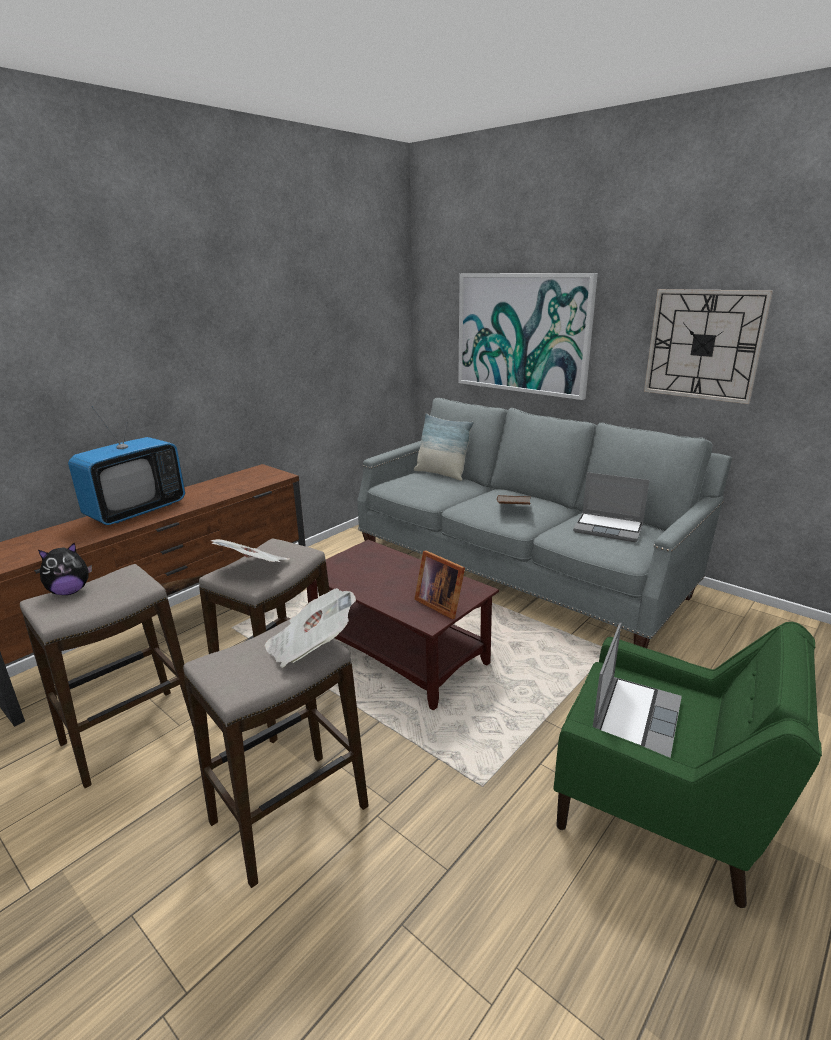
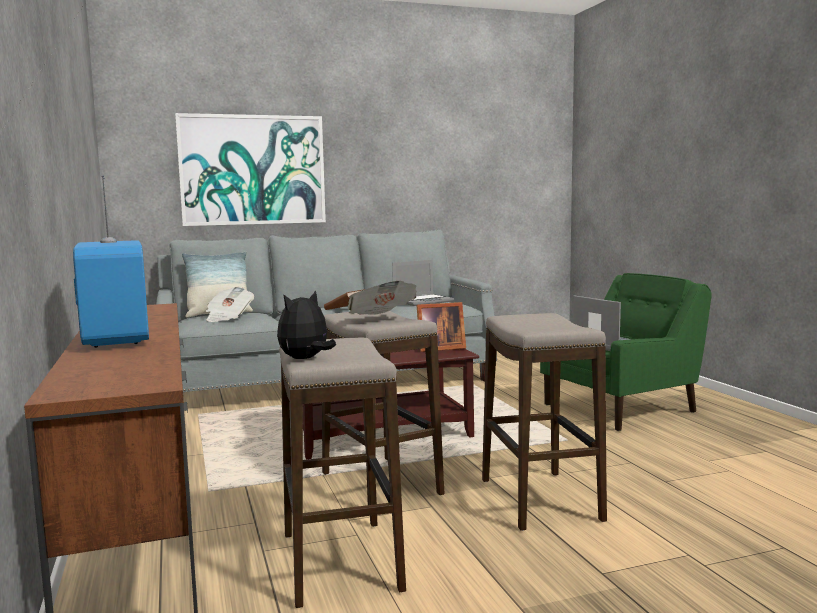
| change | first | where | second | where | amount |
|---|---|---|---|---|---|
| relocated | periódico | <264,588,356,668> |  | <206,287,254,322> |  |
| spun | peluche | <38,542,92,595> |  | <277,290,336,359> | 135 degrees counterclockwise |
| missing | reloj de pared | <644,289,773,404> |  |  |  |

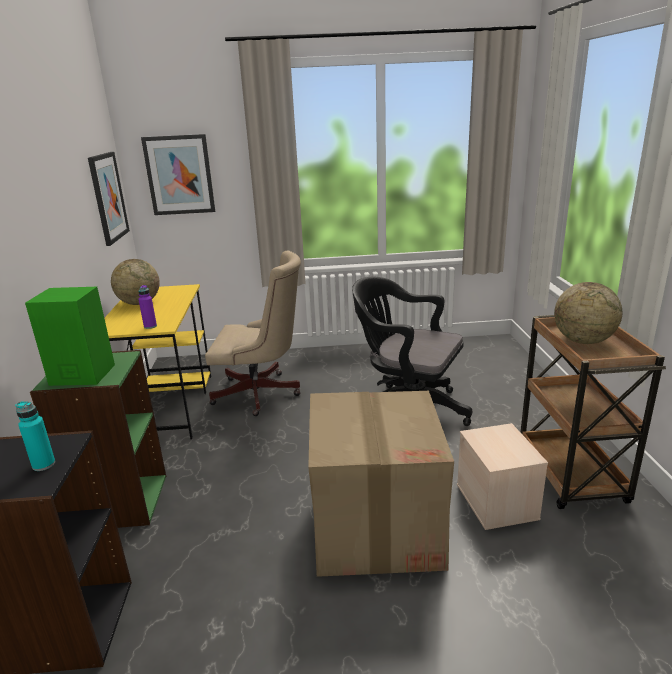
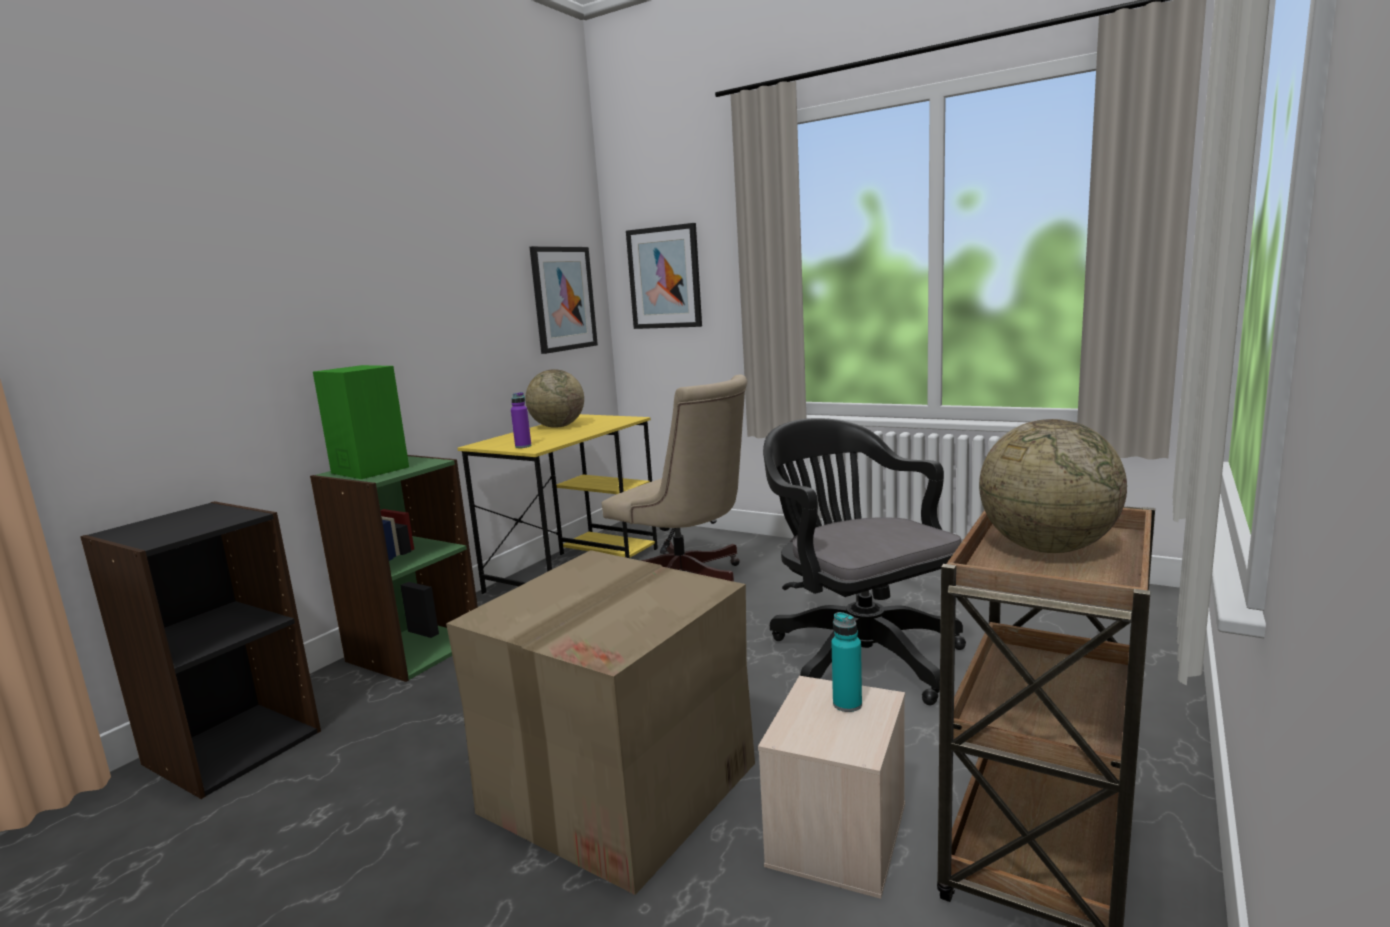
| change | first | where | second | where | amount |
|---|---|---|---|---|---|
| relocated | botella/turquesa | <15,401,55,471> |  | <831,612,862,712> |  |

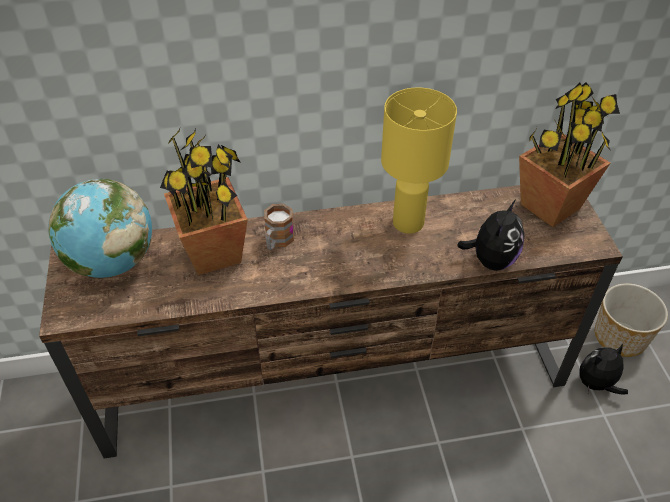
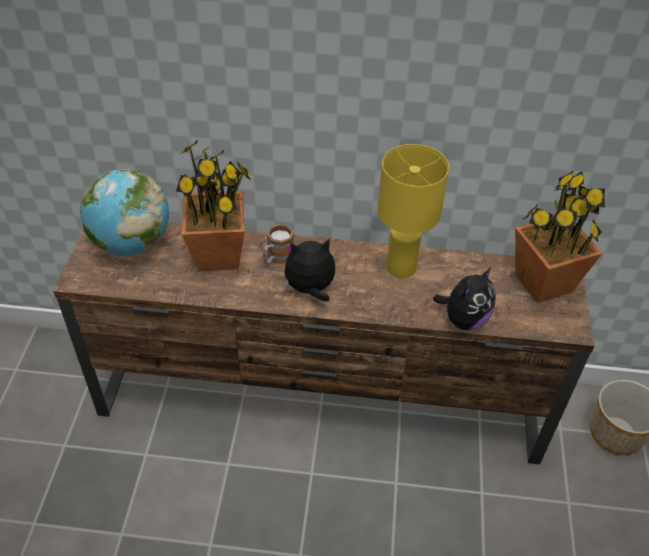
| change | first | where | second | where | amount |
|---|---|---|---|---|---|
| relocated | peluche | <579,344,628,395> |  | <282,238,335,301> |  |

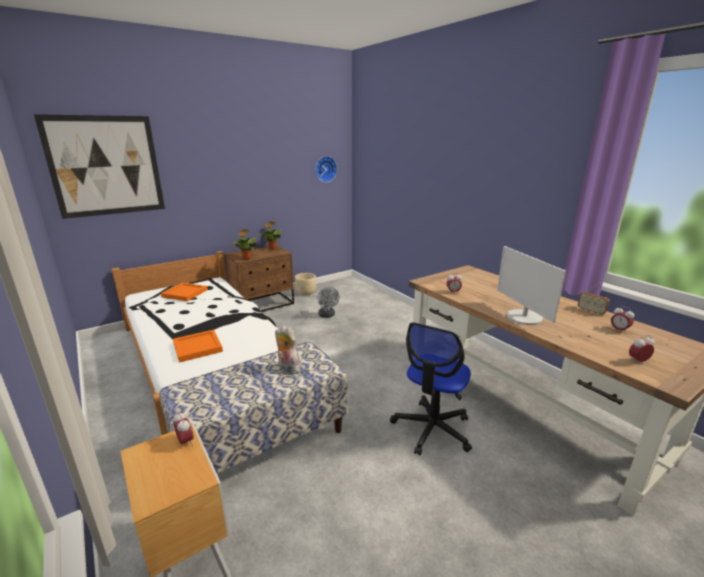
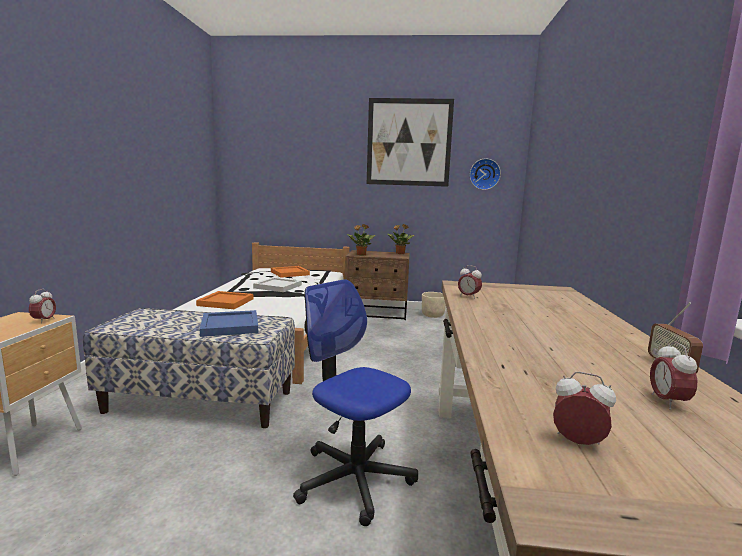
| change | first | where | second | where | amount |
|---|---|---|---|---|---|
| exchanged | peluche | <275,325,300,374> | bandeja/azul | <200,310,258,337> |  |
| appeared |  |  | bandeja/blanco | <253,277,302,292> |  |
| spun | silla de oficina | <390,322,472,456> |  | <293,279,418,526> | 60 degrees clockwise |
| relocated | cuadro | <34,114,165,219> |  | <367,98,454,187> |  |
| missing | ventilador/gris | <317,287,339,318> |  |  |  |
| missing | monitor | <497,246,566,325> |  |  |  |

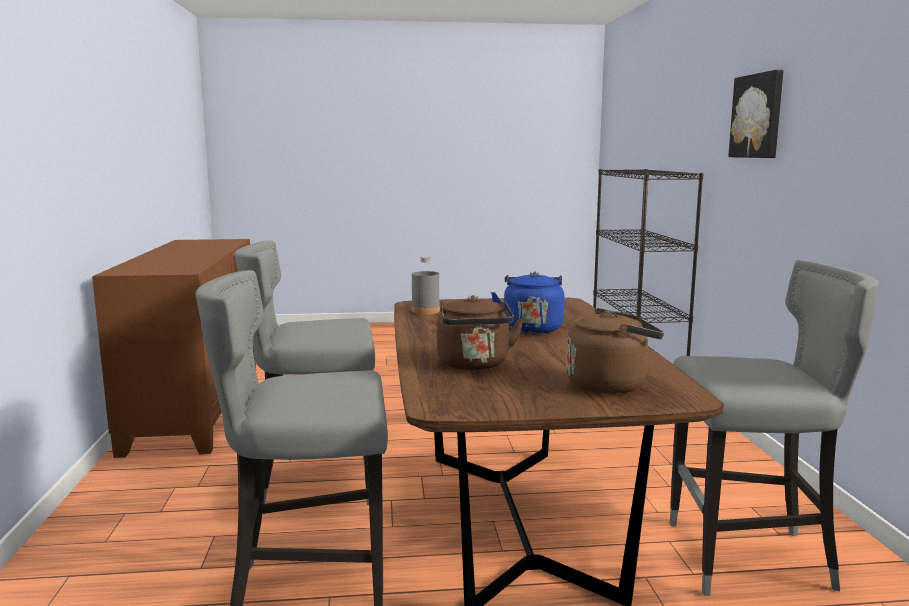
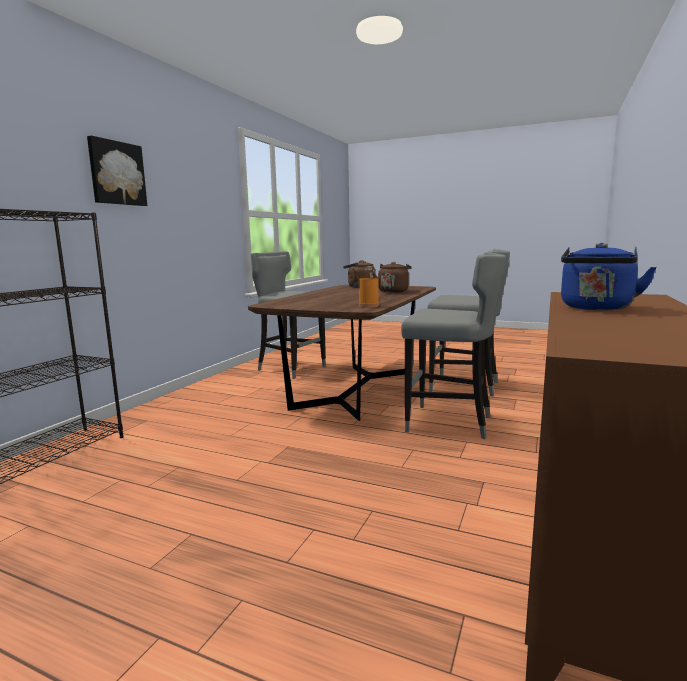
| change | first | where | second | where | amount |
|---|---|---|---|---|---|
| colour | botella/gris | <412,257,440,314> | botella/naranja | <359,267,379,308> |  |
| relocated | hervidor/azul | <491,272,565,334> |  | <561,243,657,310> |  |

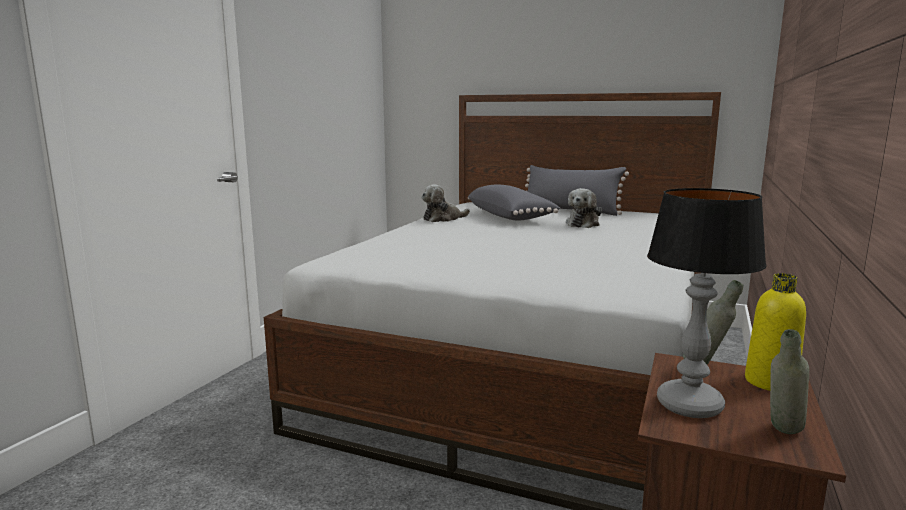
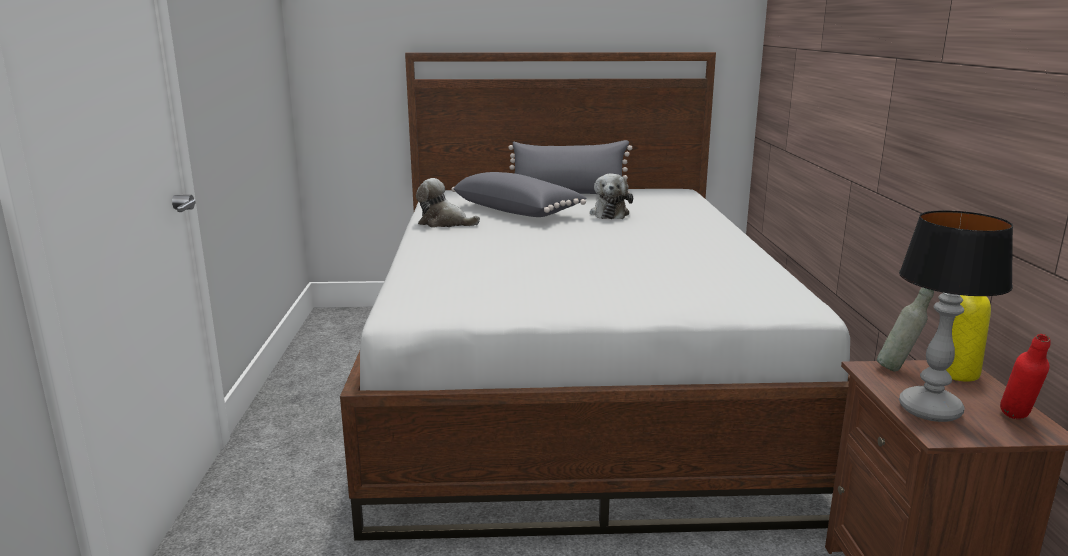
| change | first | where | second | where | amount |
|---|---|---|---|---|---|
| spun | peluche | <422,184,470,222> |  | <416,178,480,227> | 75 degrees clockwise |
| colour | botella/gris | <770,329,809,434> | botella/rojo | <1000,334,1051,419> |  |

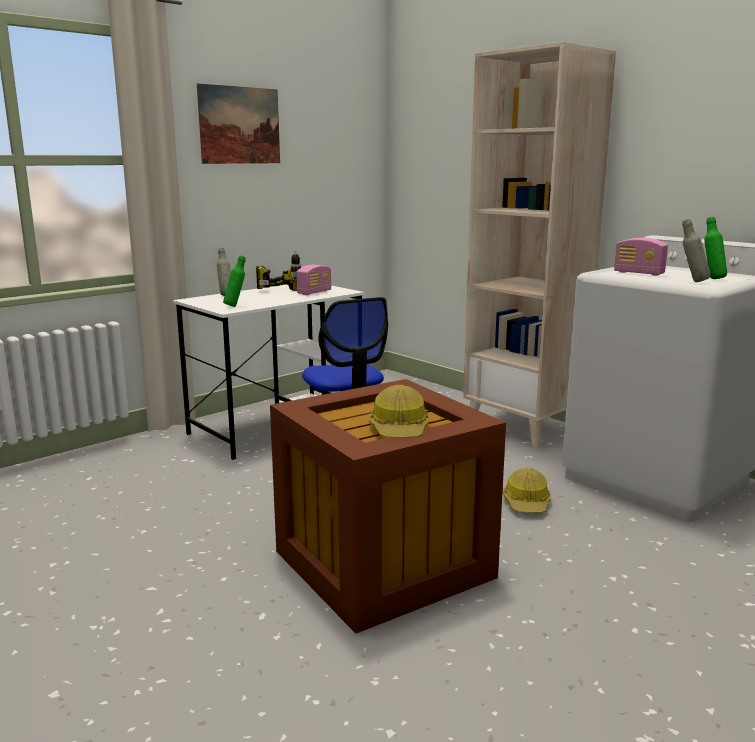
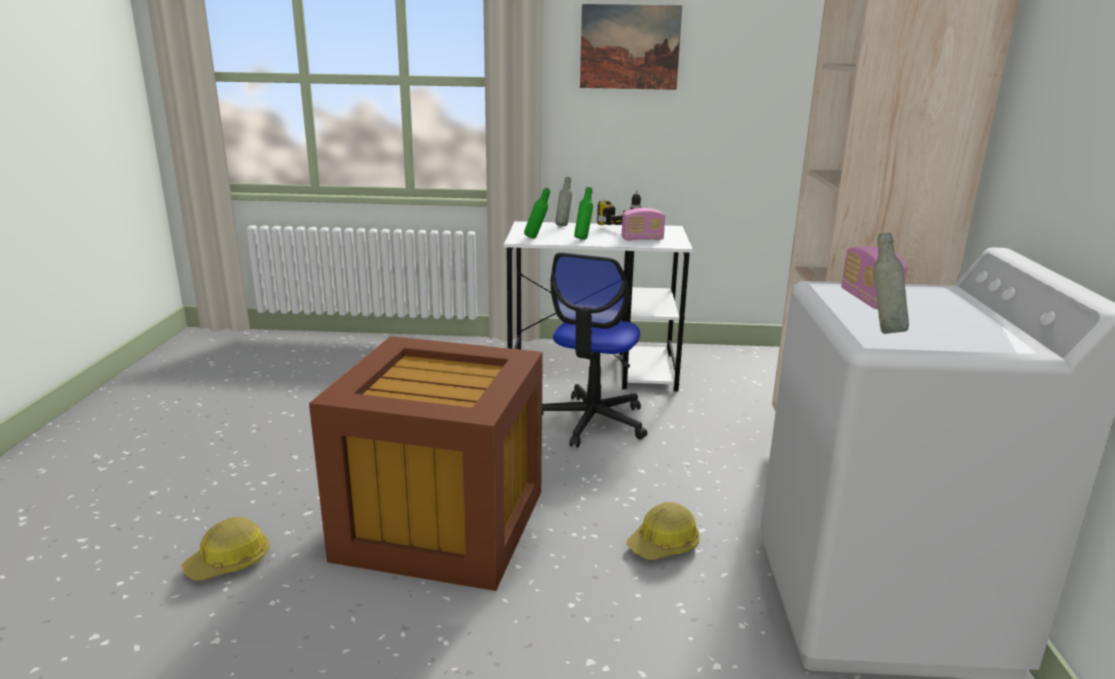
| change | first | where | second | where | amount |
|---|---|---|---|---|---|
| relocated | casco | <369,385,429,438> |  | <181,517,269,581> |  |
| relocated | botella/verde | <704,217,727,279> |  | <574,187,593,240> |  |

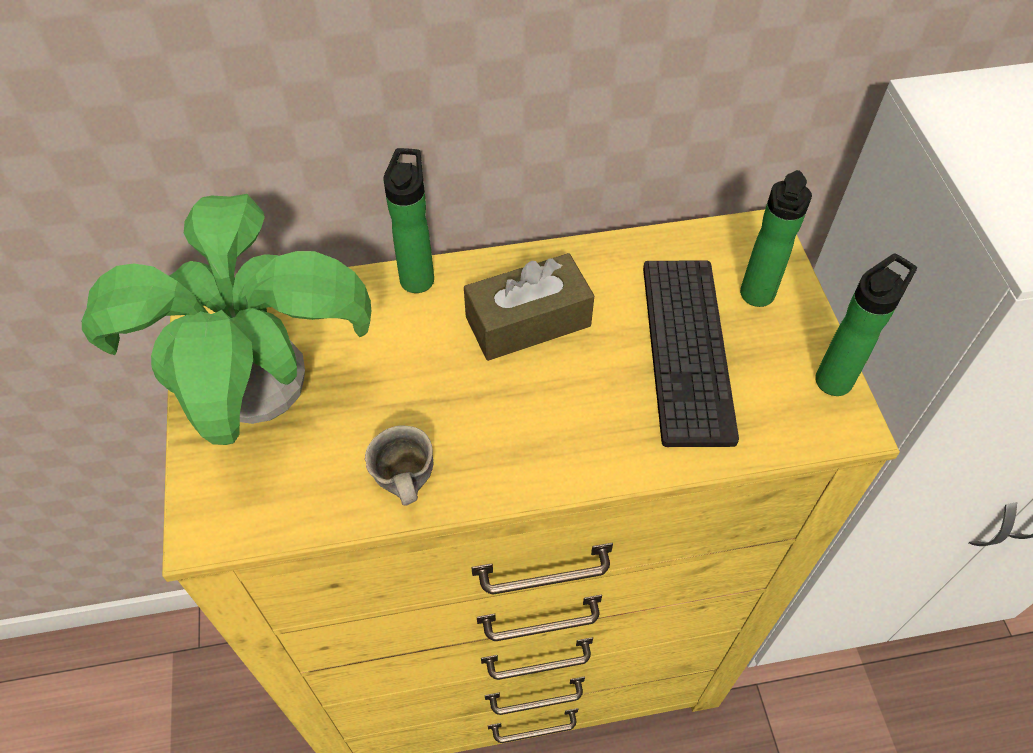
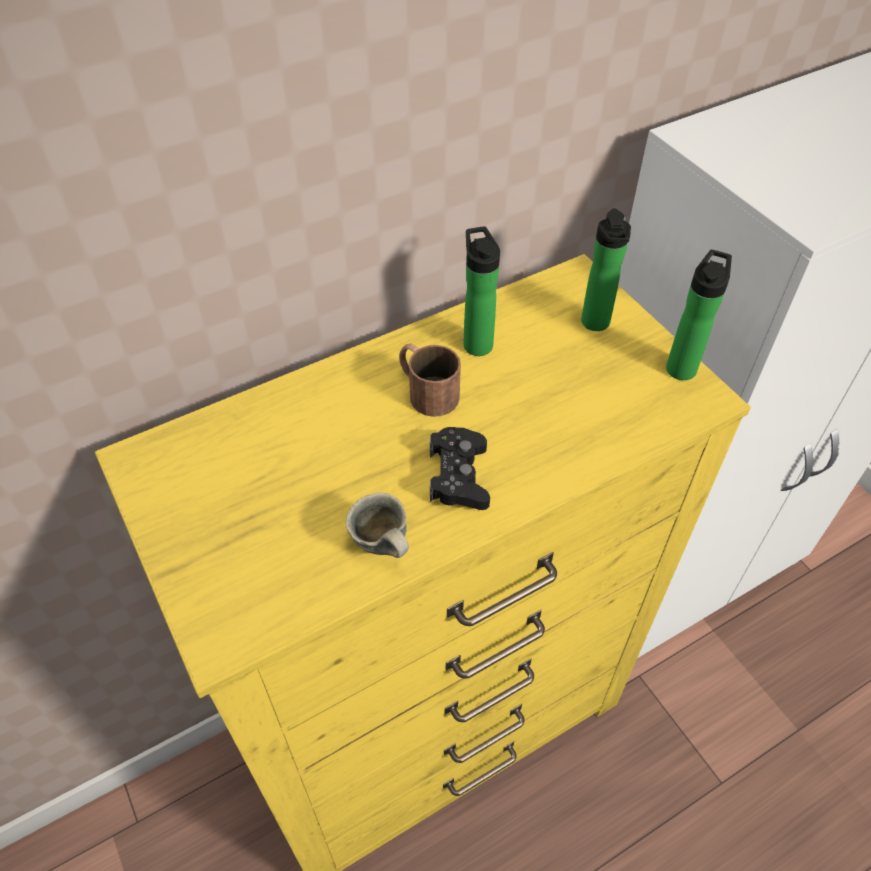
| change | first | where | second | where | amount |
|---|---|---|---|---|---|
| exchanged | caja de pañuelos/marrón | <464,253,594,361> | taza grande/marrón | <399,344,461,417> |  |
| appeared |  |  | mando de consola/negro | <430,427,490,510> |  |
| relocated | botella | <384,148,434,293> |  | <463,227,500,356> |  |
| missing | planta en maceta | <82,194,371,445> |  |  |  |
| missing | teclado | <643,261,739,447> |  |  |  |

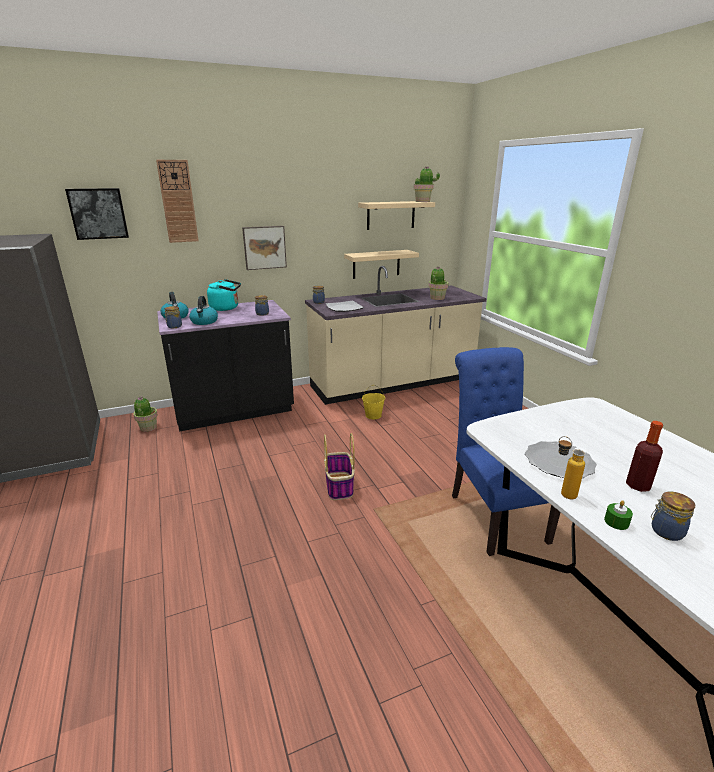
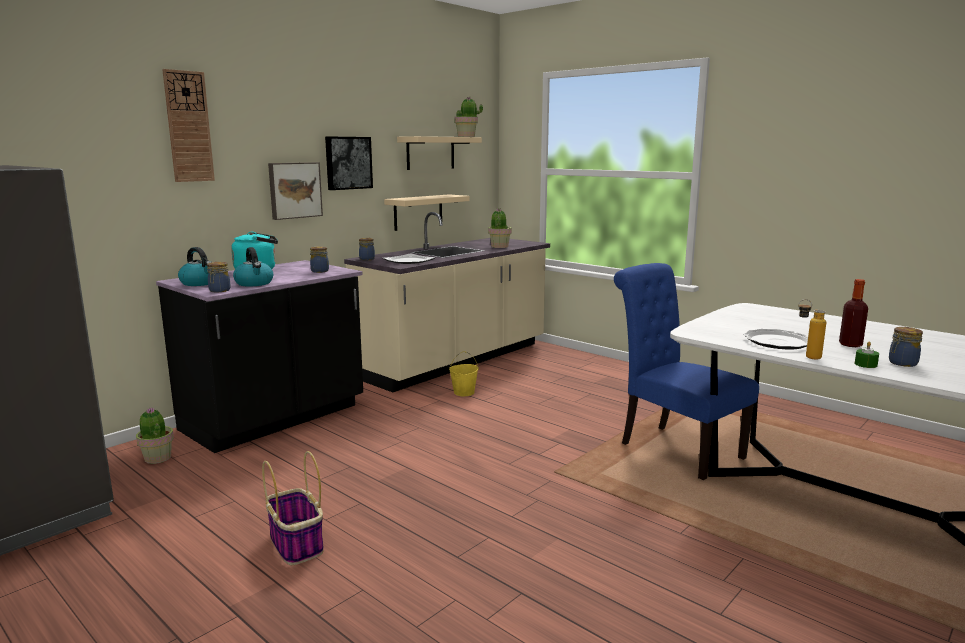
| change | first | where | second | where | amount |
|---|---|---|---|---|---|
| relocated | cesta | <324,433,355,500> |  | <262,451,324,565> |  |
| relocated | cuadro | <65,188,129,240> |  | <325,136,373,190> |  |

